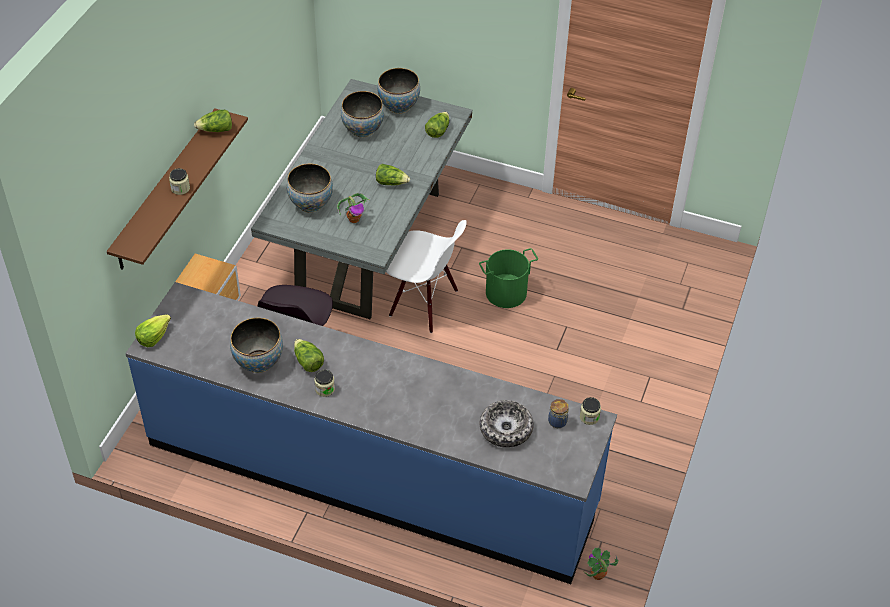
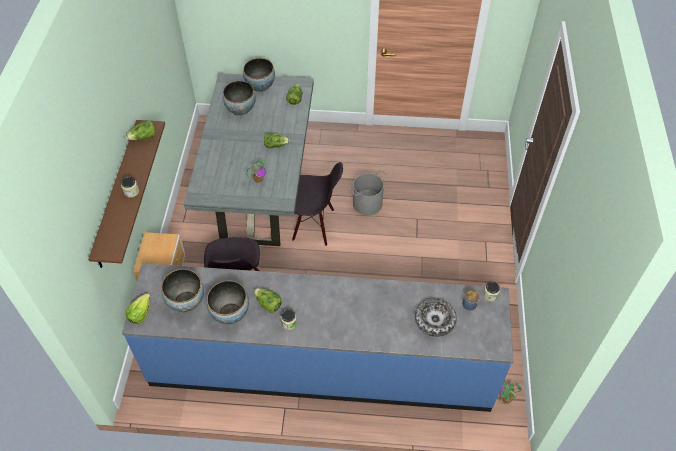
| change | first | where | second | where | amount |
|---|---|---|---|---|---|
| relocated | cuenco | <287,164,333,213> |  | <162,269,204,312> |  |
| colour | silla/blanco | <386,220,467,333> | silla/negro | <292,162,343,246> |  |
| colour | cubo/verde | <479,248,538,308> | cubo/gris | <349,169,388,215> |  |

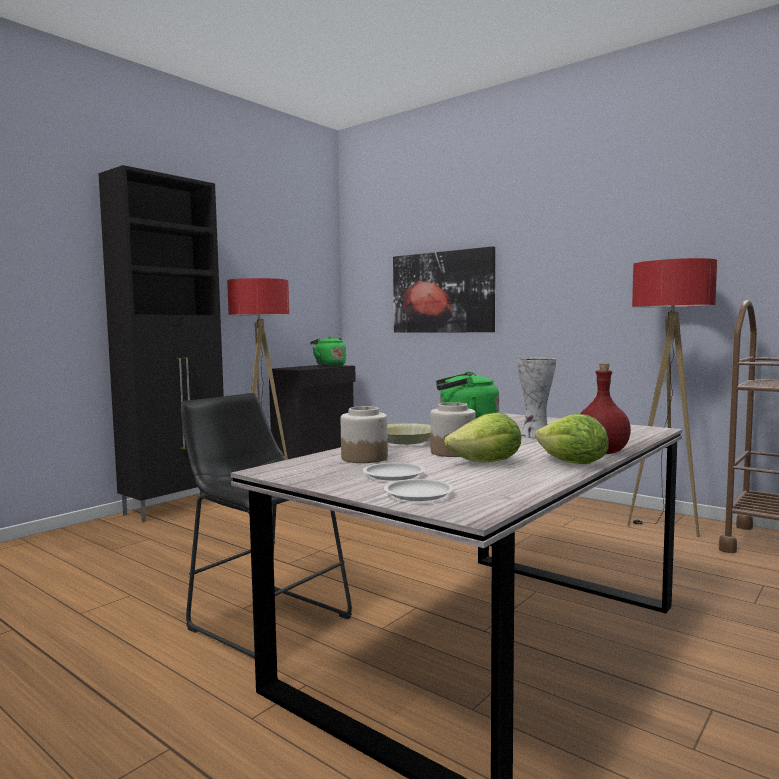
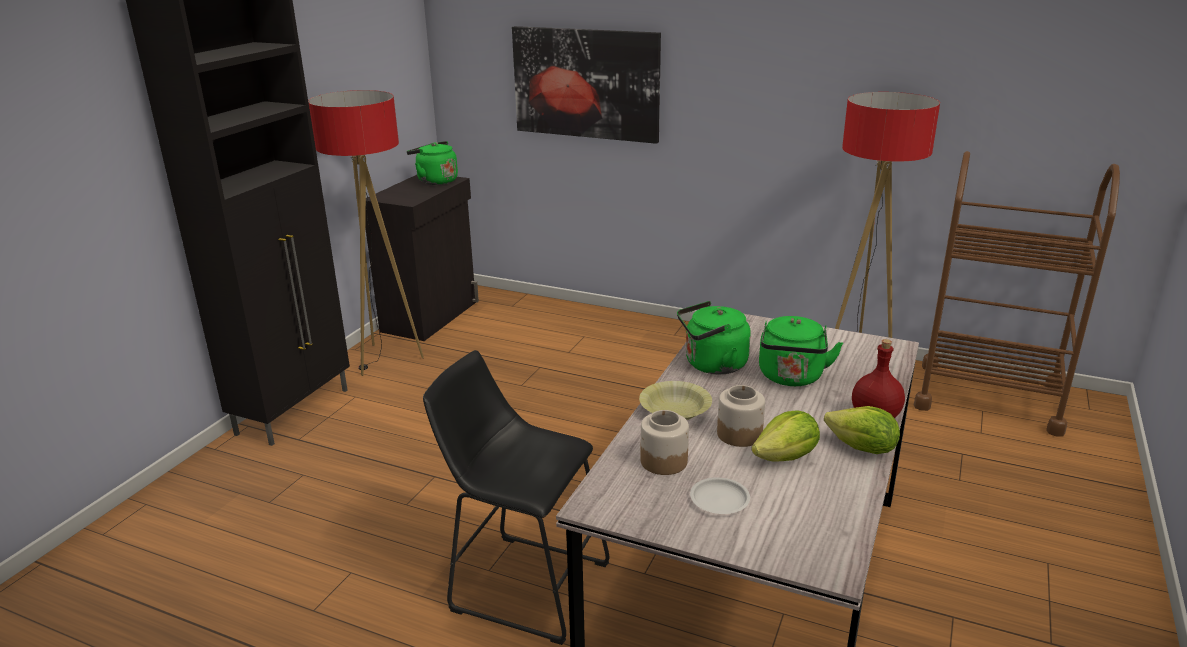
| change | first | where | second | where | amount |
|---|---|---|---|---|---|
| exchanged | florero | <517,358,556,438> | hervidor/verde | <759,316,843,386> |  |
| missing | plato/blanco | <384,479,454,501> |  |  |  |

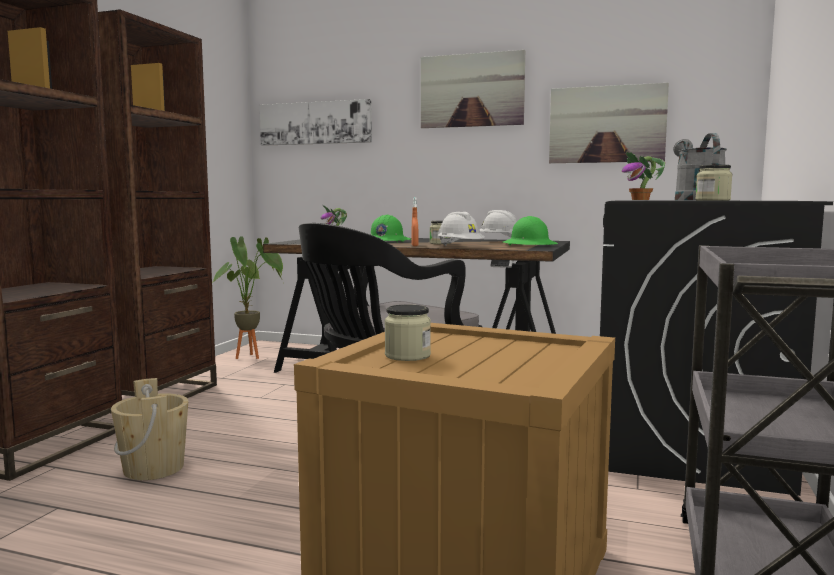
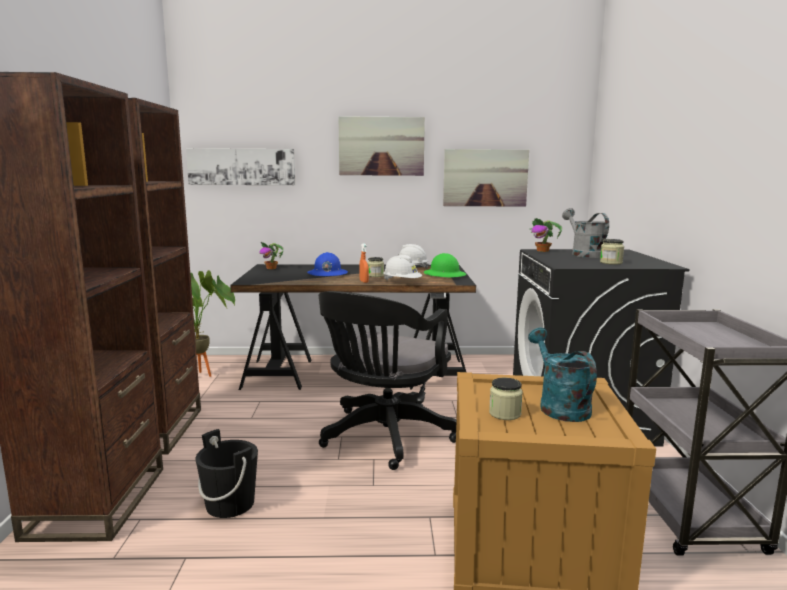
| change | first | where | second | where | amount |
|---|---|---|---|---|---|
| colour | cubo/beis | <111,378,188,480> | cubo/negro | <195,429,258,518> |  |
| colour | casco/verde | <370,215,411,242> | casco/azul | <307,252,348,276> |  |
| appeared |  |  | regadera/turquesa | <528,328,597,422> |  |

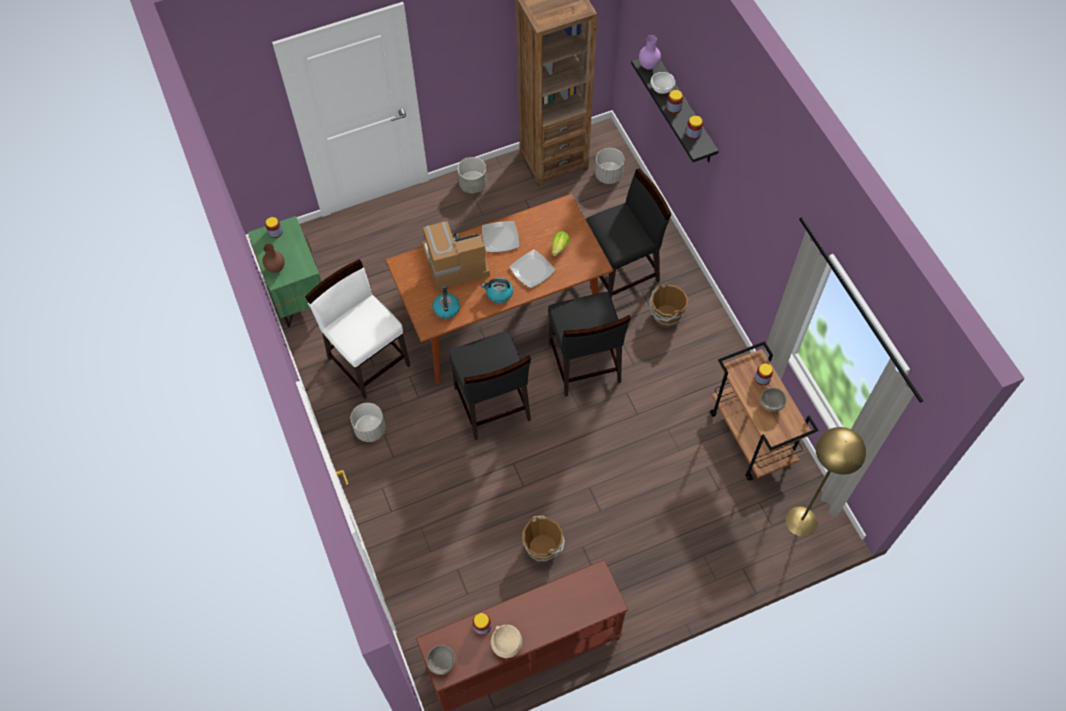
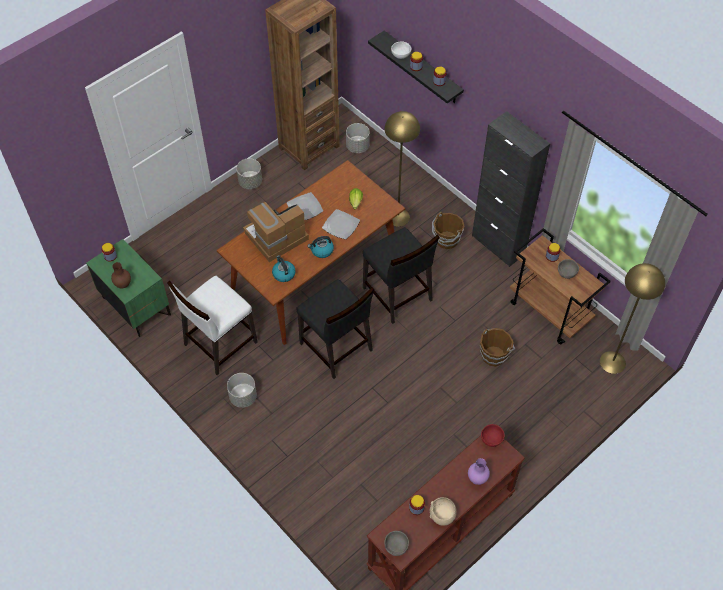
| change | first | where | second | where | amount |
|---|---|---|---|---|---|
| spun | silla/blanco | <305,260,411,400> |  | <167,276,258,375> | 75 degrees counterclockwise |
| exchanged | silla/negro | <586,169,671,299> | lámpara de pie/amarillo | <384,111,420,227> |  |
| relocated | florero/morado | <639,35,661,70> |  | <468,458,490,485> |  |
| appeared |  |  | armario/negro | <472,111,550,267> |  |
| relocated | cubo/marrón | <522,516,565,562> |  | <480,328,515,367> |  |
| appeared |  |  | cuenco/rojo | <481,424,505,447> |  |

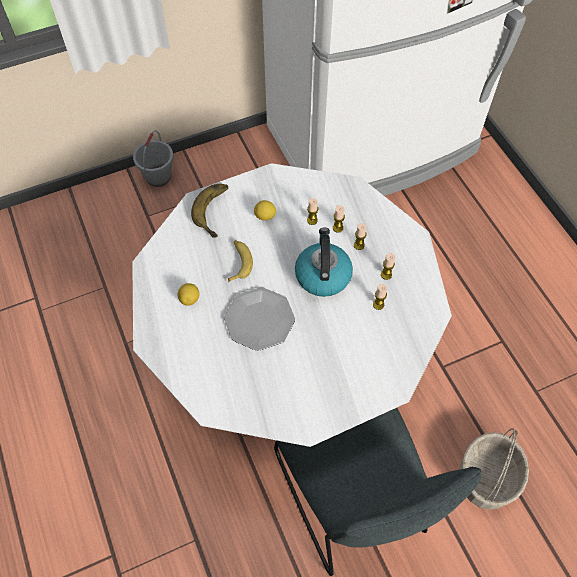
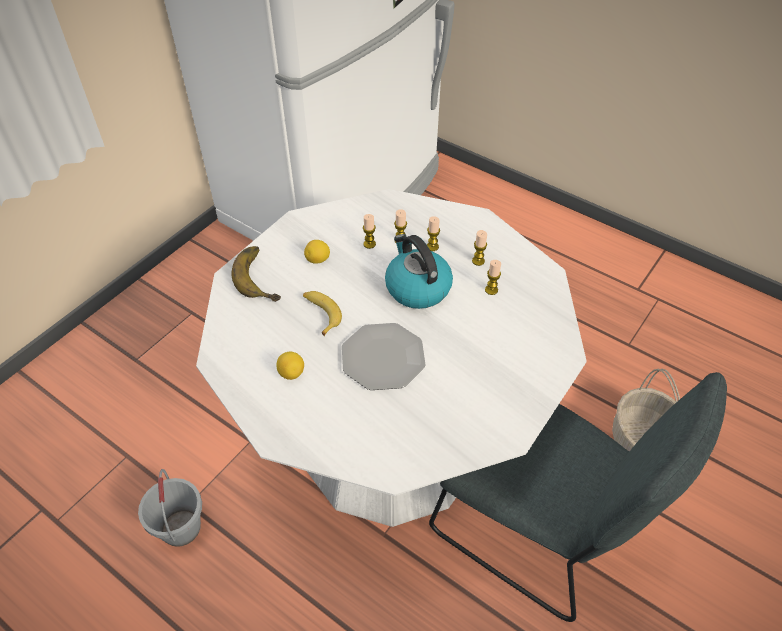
| change | first | where | second | where | amount |
|---|---|---|---|---|---|
| relocated | cubo/gris | <133,130,174,187> |  | <138,469,202,547> |  |

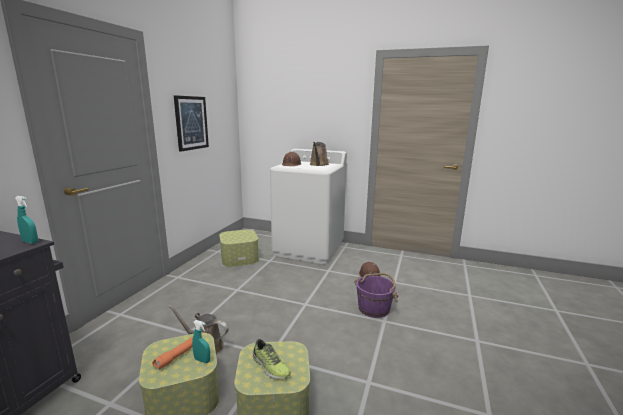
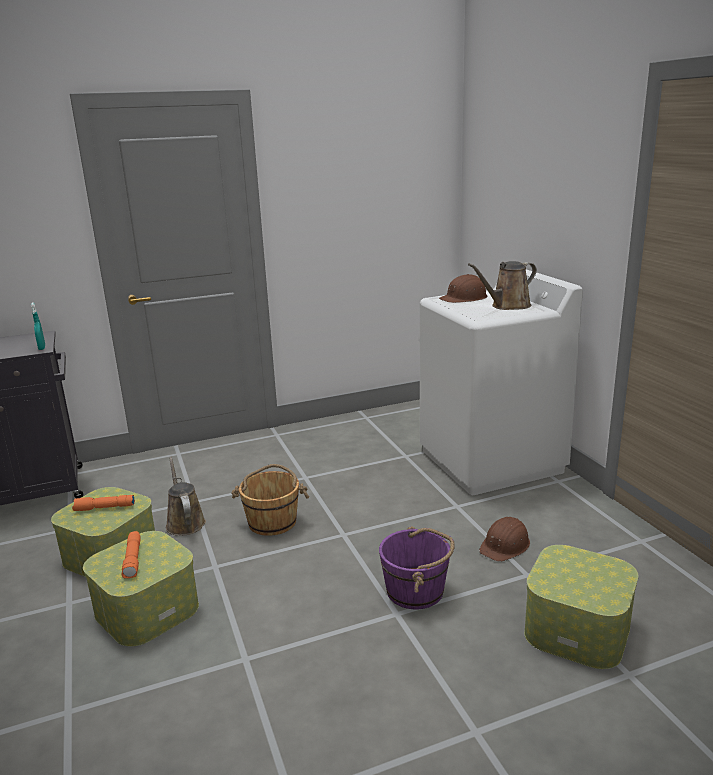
| change | first | where | second | where | amount |
|---|---|---|---|---|---|
| exchanged | zapato | <253,339,291,379> | linterna/naranja | <122,531,140,578> |  |
| appeared |  |  | cubo/marrón | <232,464,309,536> |  |
| relocated | caja de almacenaje | <219,229,259,267> |  | <524,545,638,669> |  |
| missing | cuadro | <174,95,209,152> |  |  |  |
| missing | pulverizador/turquesa | <192,320,210,363> |  |  |  |

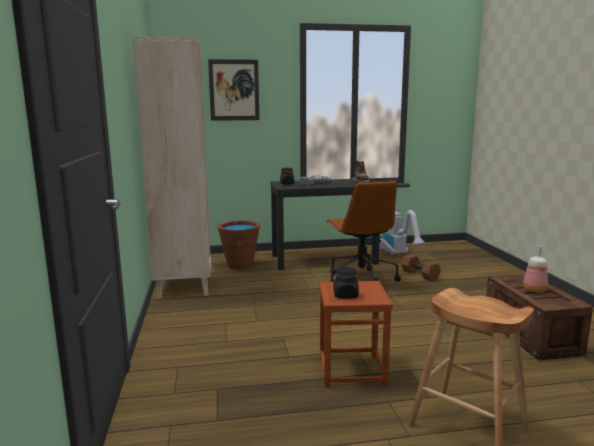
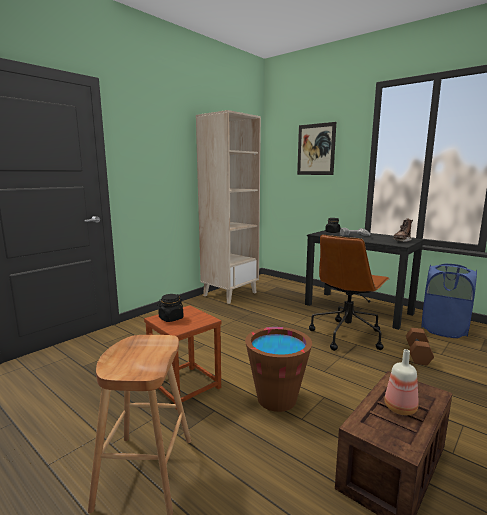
| change | first | where | second | where | amount |
|---|---|---|---|---|---|
| relocated | cubo/marrón | <217,220,260,270> |  | <245,327,312,412> |  |
| exchanged | aspiradora | <379,210,426,255> | cesto de la ropa/azul | <421,263,477,338> |  |

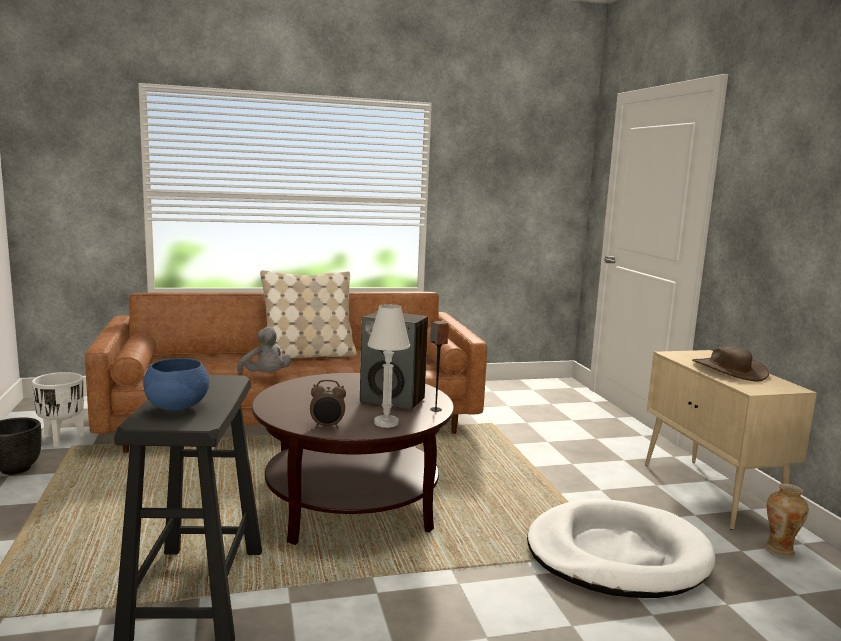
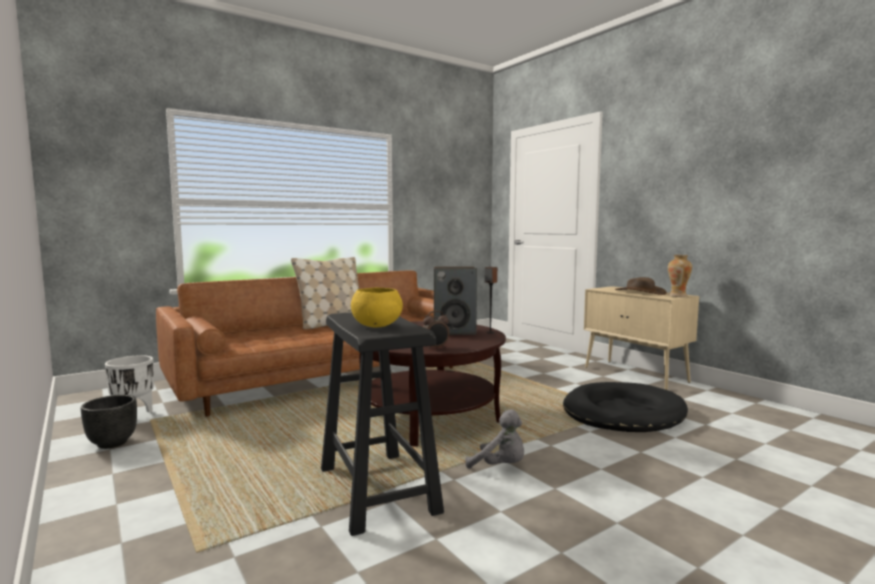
| change | first | where | second | where | amount |
|---|---|---|---|---|---|
| colour | cuenco/azul | <143,358,209,411> | cuenco/amarillo | <351,288,403,327> |  |
| relocated | peluche/gris | <237,327,291,374> |  | <465,409,524,469> |  |
| colour | cama para perro/blanco | <527,499,715,598> | cama para perro/negro | <563,382,688,432> |  |
| relocated | florero | <765,483,809,558> |  | <668,255,692,297> |  |
| missing | lámpara de mesa/blanco | <367,304,410,428> |  |  |  |

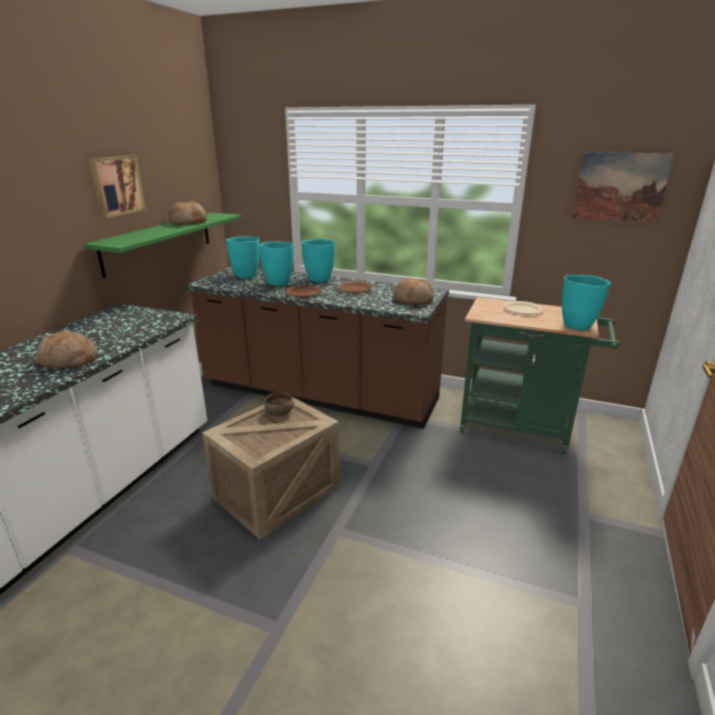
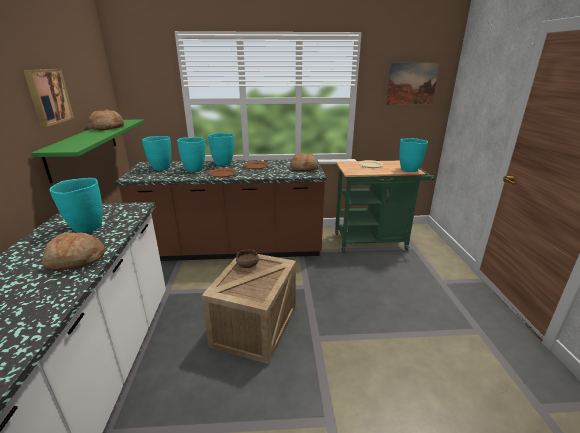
| change | first | where | second | where | amount |
|---|---|---|---|---|---|
| appeared |  |  | florero/turquesa | <49,178,103,233> |  |

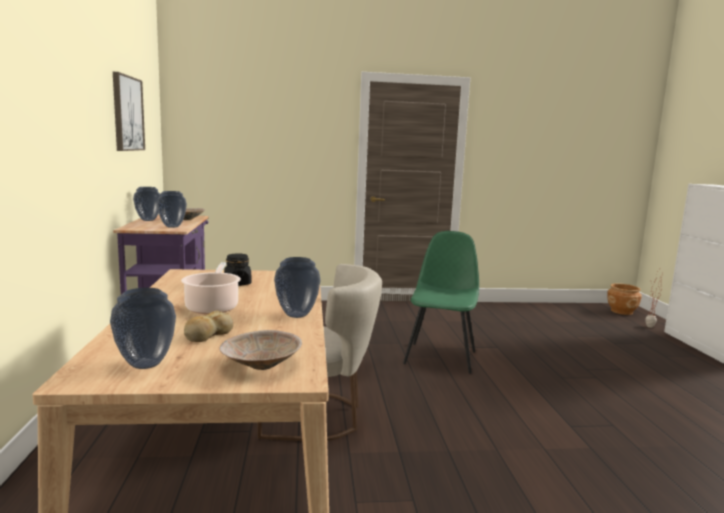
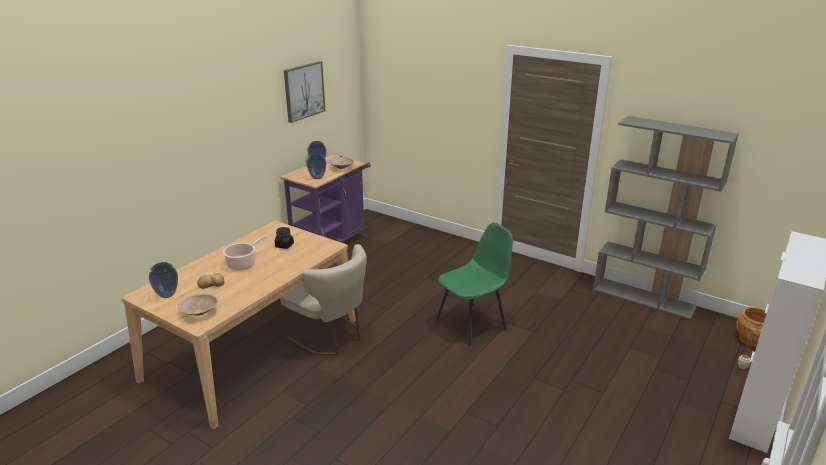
| change | first | where | second | where | amount |
|---|---|---|---|---|---|
| appeared |  |  | estantería/gris | <593,116,739,320> |  |
| missing | florero | <274,257,321,318> |  |  |  |

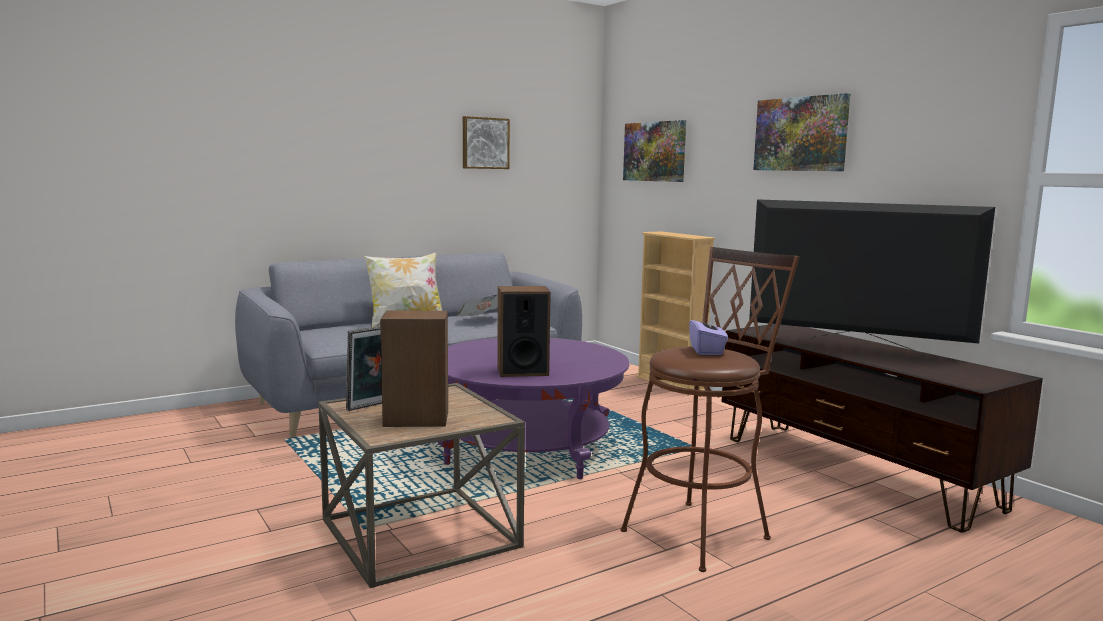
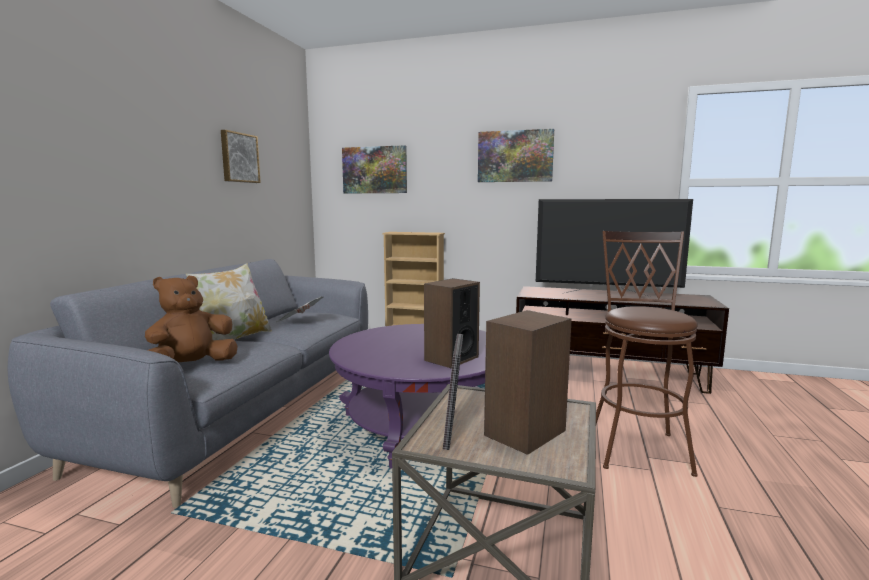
| change | first | where | second | where | amount |
|---|---|---|---|---|---|
| appeared |  |  | peluche/marrón | <145,276,238,362> |  |
| spun | televisor | <749,199,995,356> |  | <536,199,693,297> | 150 degrees counterclockwise |
| missing | caja de pañuelos/morado | <689,313,728,355> |  |  |  |

